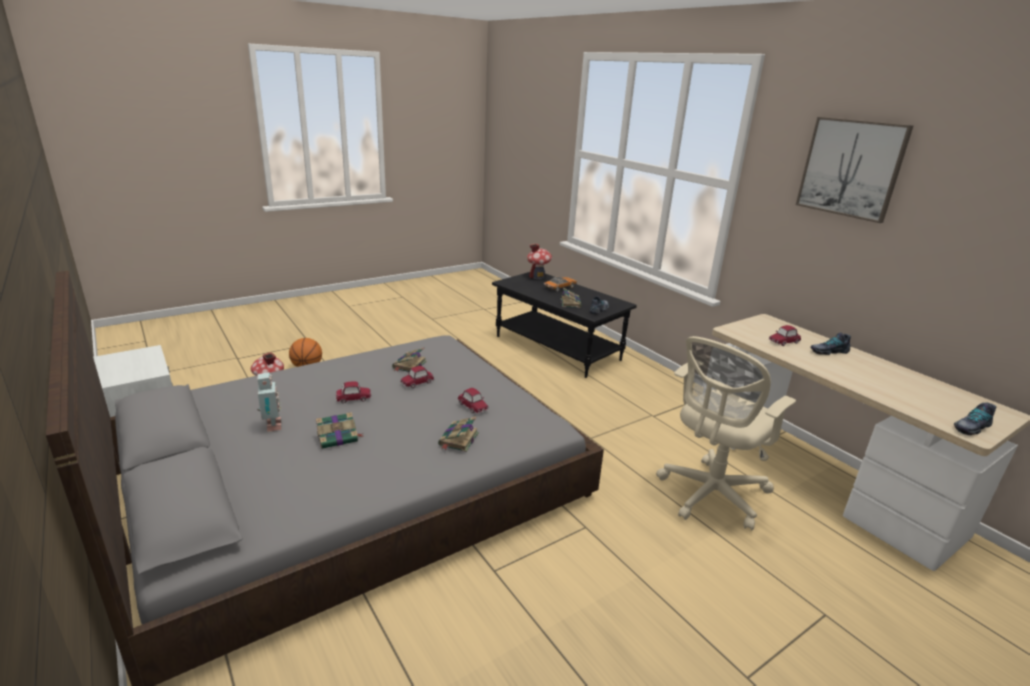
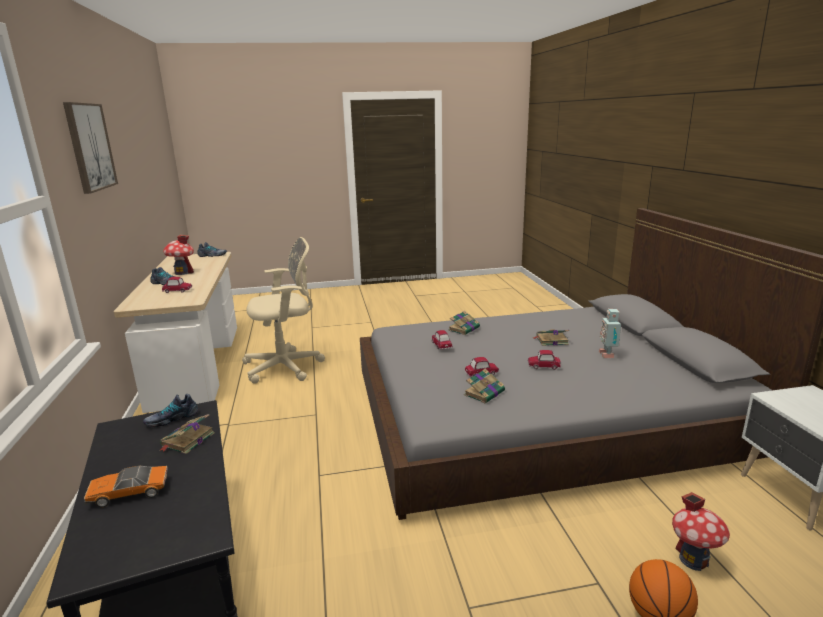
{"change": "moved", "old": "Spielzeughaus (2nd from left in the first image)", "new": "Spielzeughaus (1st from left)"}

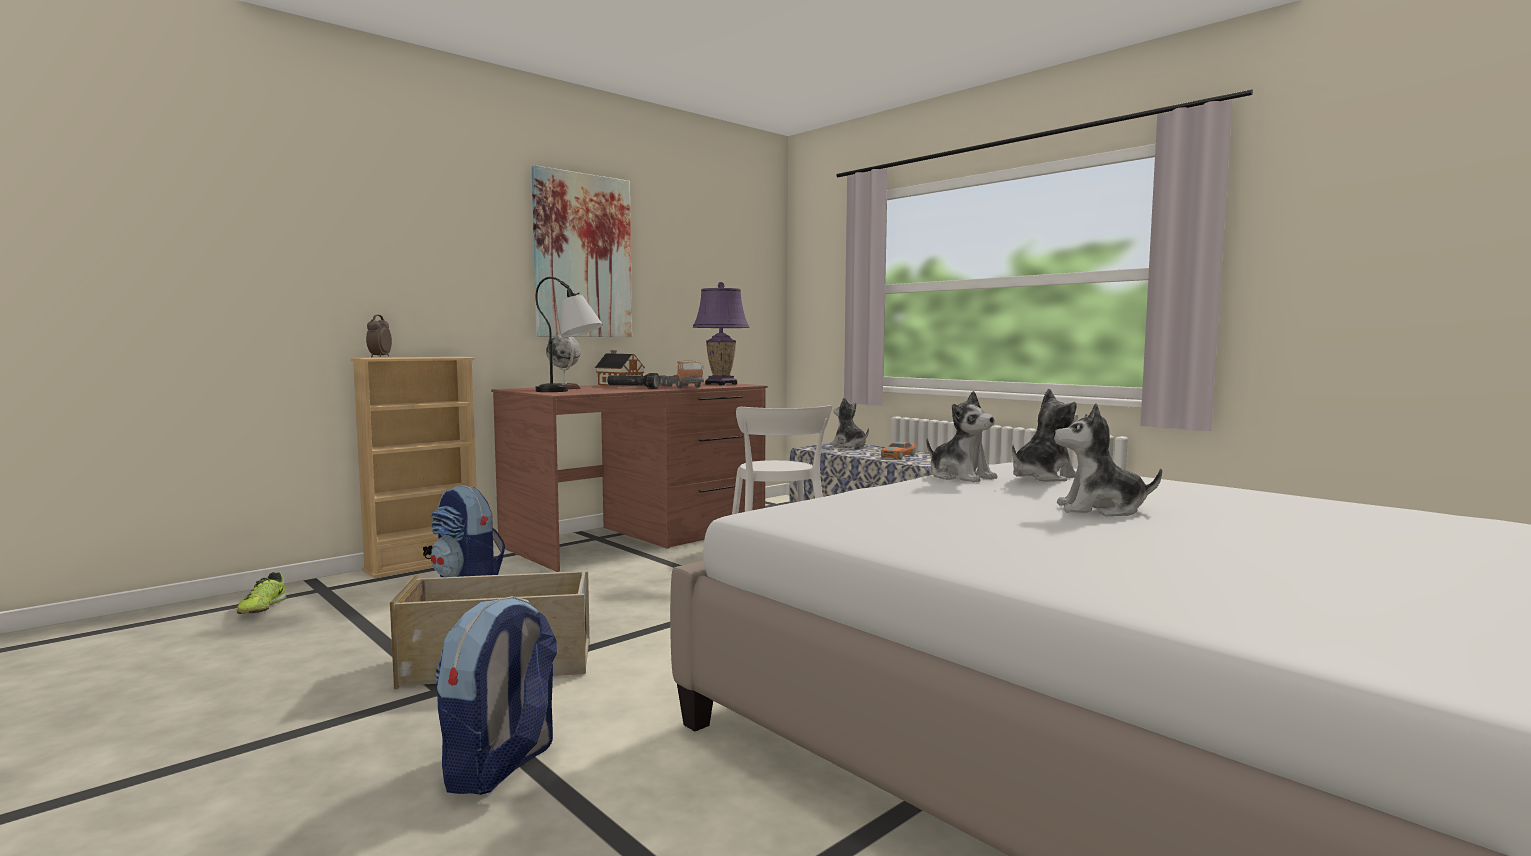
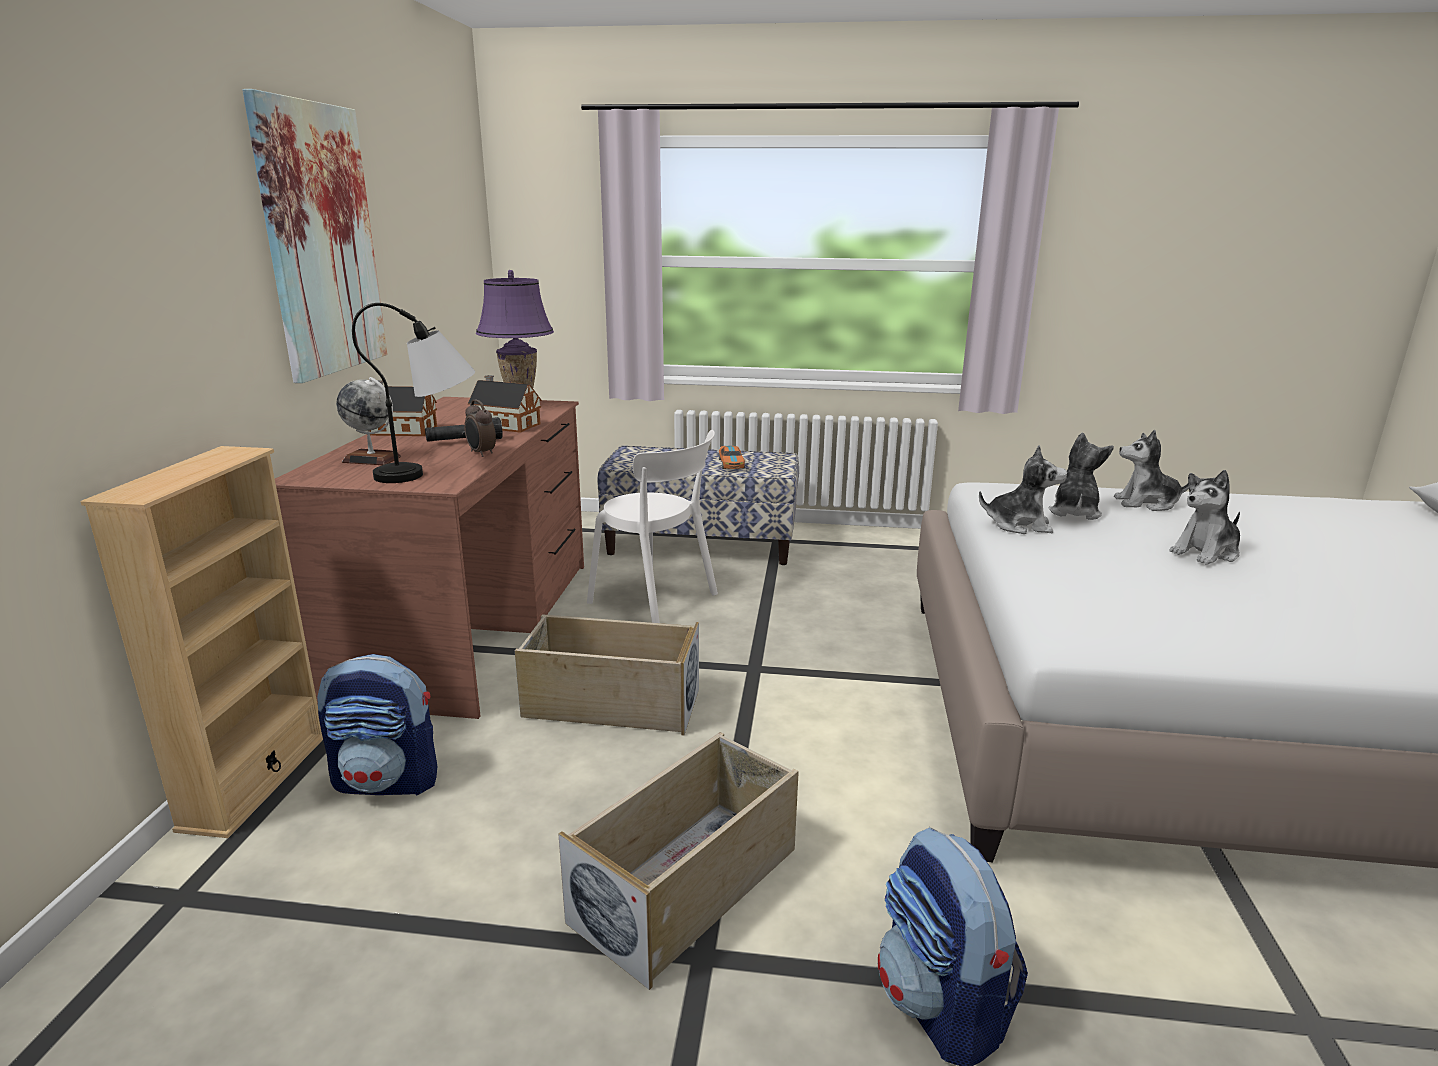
{"change": "moved", "old": "Wecker"}
{"change": "replaced", "old": "Spielzeuglaster", "new": "Spielzeughaus (2nd from left)"}
{"change": "added", "new": "Aufbewahrungsbox [beige] (1st from left)"}
{"change": "moved", "old": "Plüschtier (1st from left in the first image)", "new": "Plüschtier (3rd from left)"}
{"change": "removed", "old": "Schuh"}

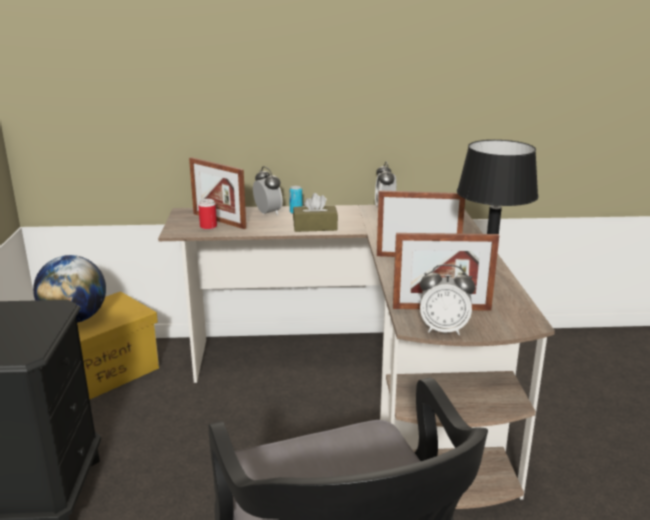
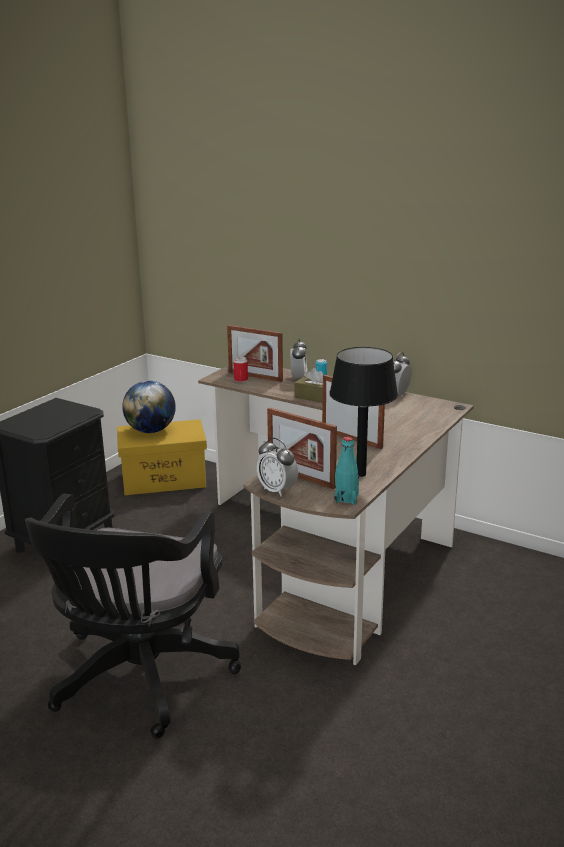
{"change": "turned", "old": "Bilderrahmen (1st from left)", "degrees": -45}
{"change": "added", "new": "Flasche [türkis]"}

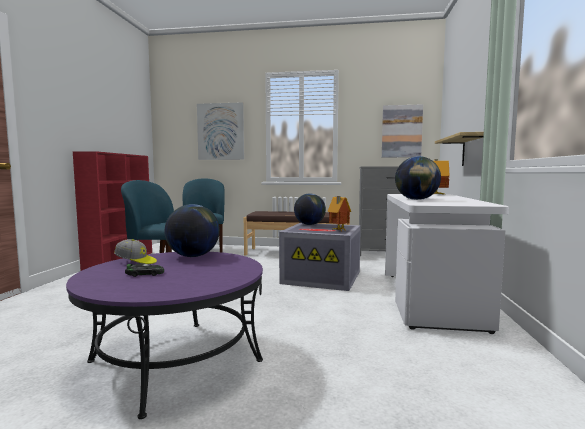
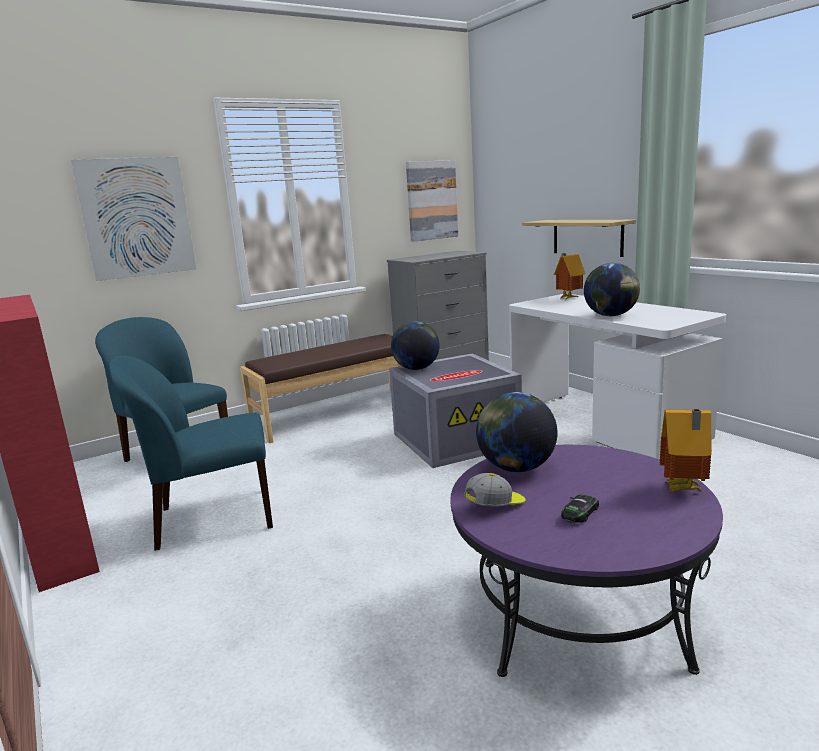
{"change": "moved", "old": "Spielzeughaus (1st from left in the first image)", "new": "Spielzeughaus (2nd from left)"}

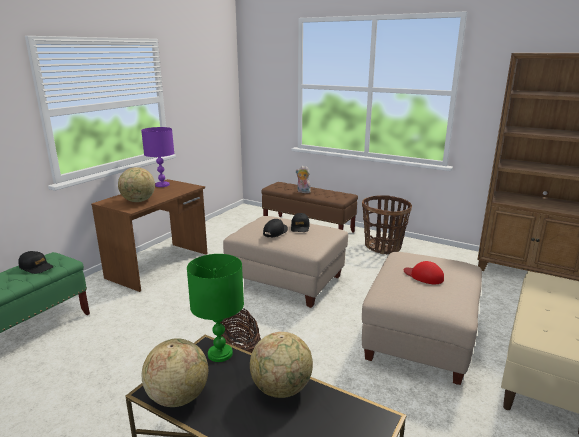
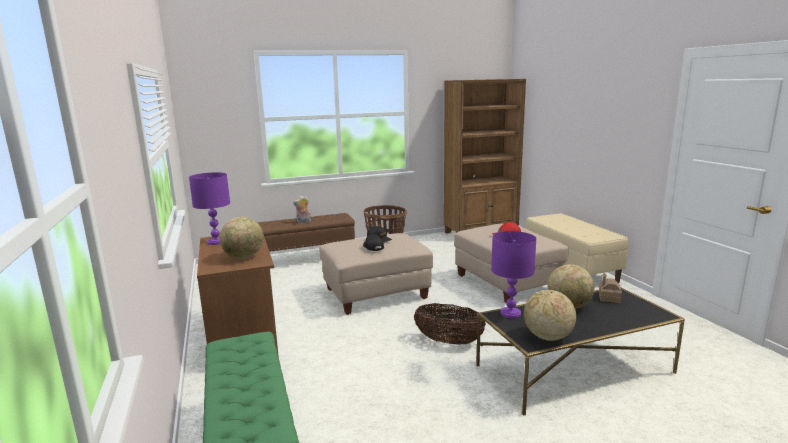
{"change": "recoloured", "old": "Tischlampe [grün]", "new": "Tischlampe [lila] (2nd from left)"}
{"change": "added", "new": "Spielzeughaus"}
{"change": "removed", "old": "Kappe [schwarz] (1st from left)"}

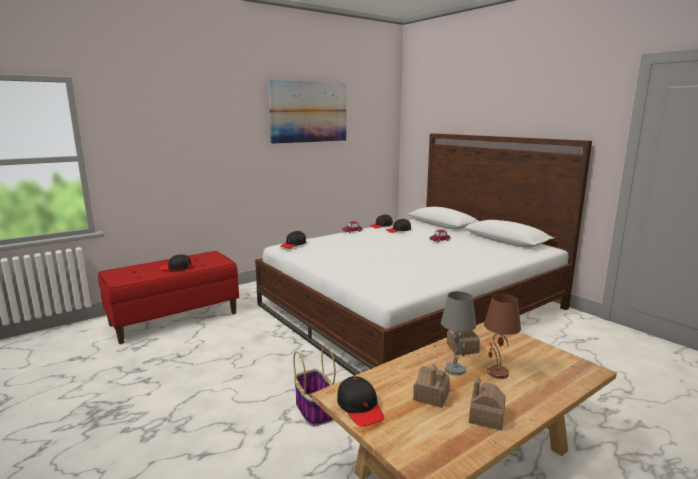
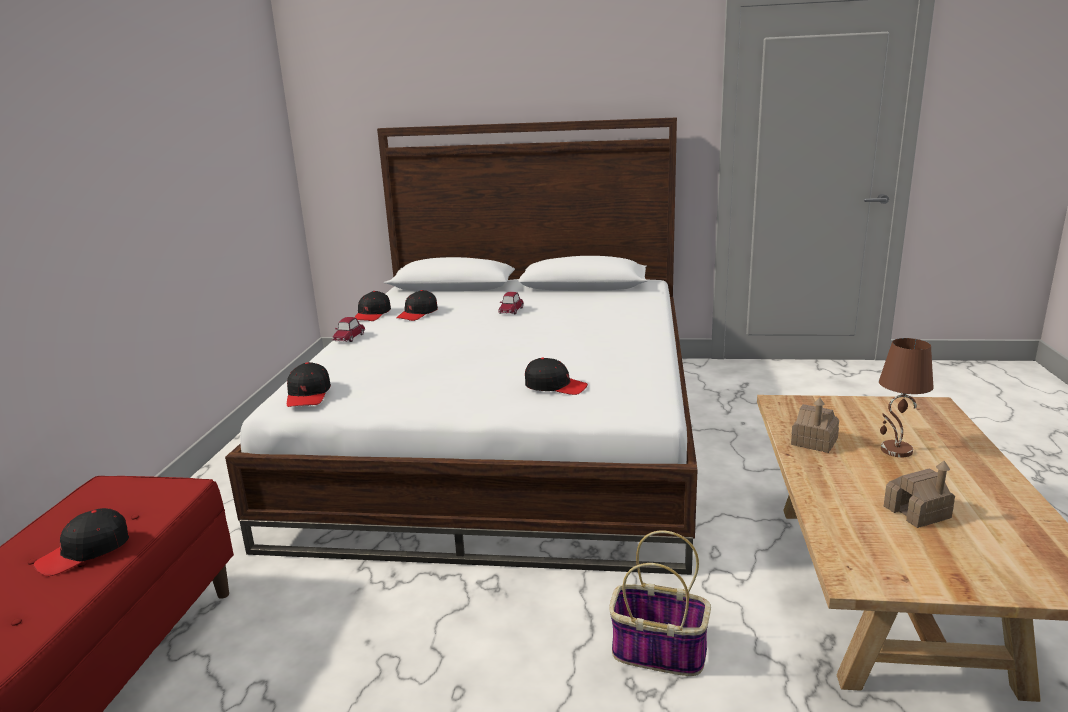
{"change": "moved", "old": "Kappe [schwarz] (3rd from left in the first image)", "new": "Kappe [schwarz] (5th from left)"}
{"change": "removed", "old": "Bild"}
{"change": "removed", "old": "Tischlampe [grau]"}
{"change": "removed", "old": "Spielzeughaus (3rd from left)"}

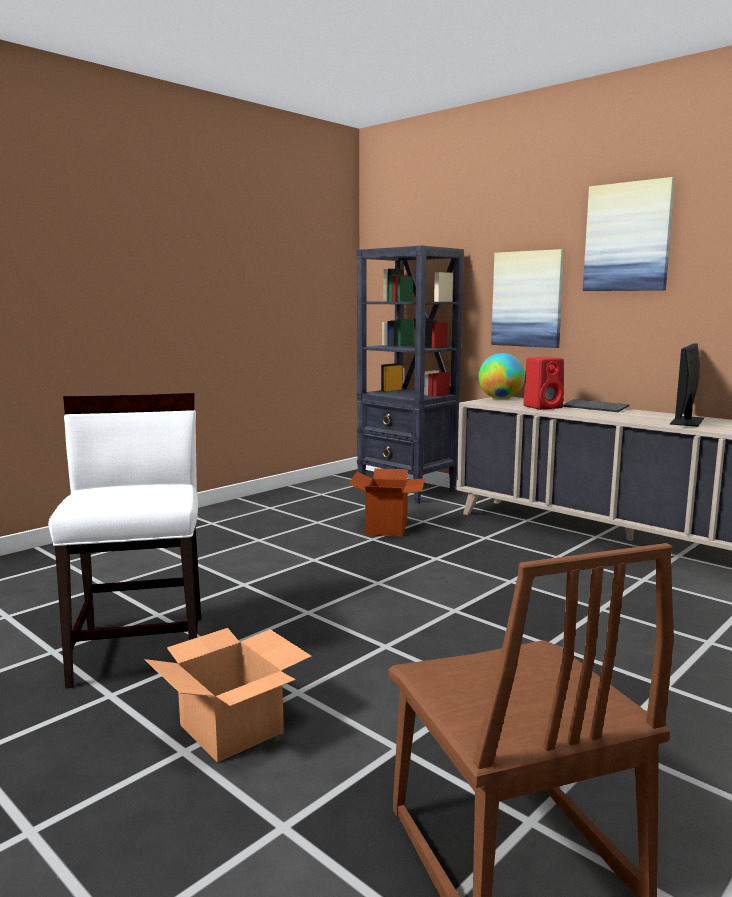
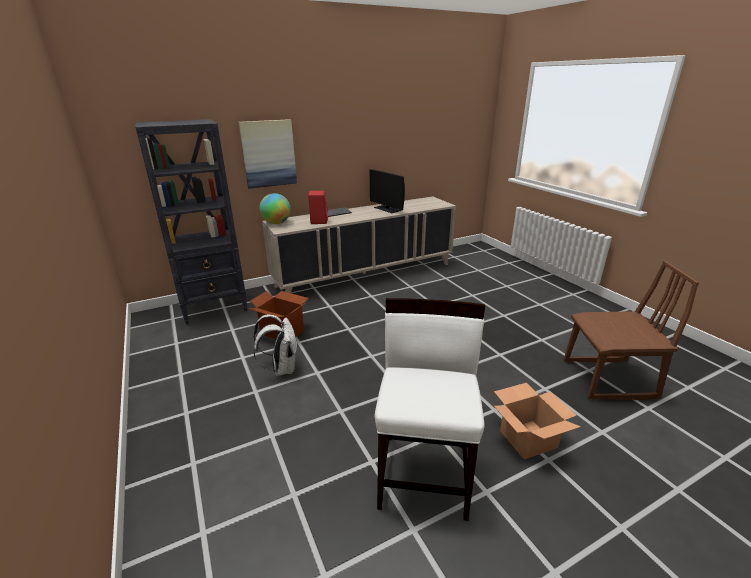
{"change": "added", "new": "Rucksack [weiß]"}
{"change": "turned", "old": "Stuhl [weiß]", "degrees": 90}
{"change": "removed", "old": "Bild (2nd from left)"}

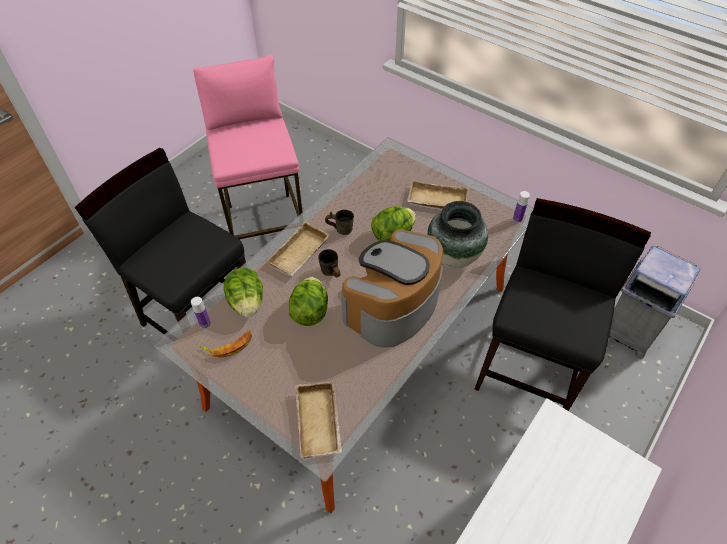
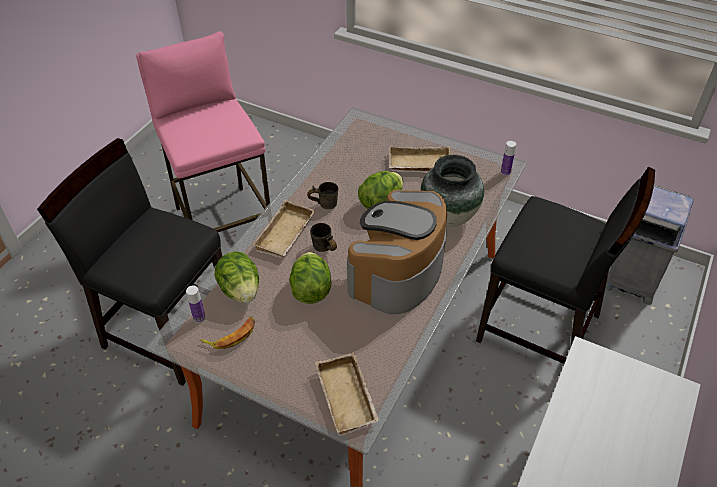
{"change": "turned", "old": "Stuhl [schwarz] (2nd from left)", "degrees": 105}

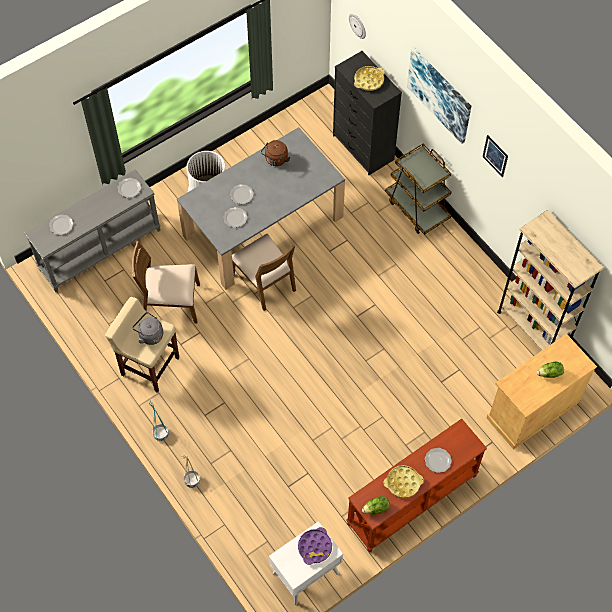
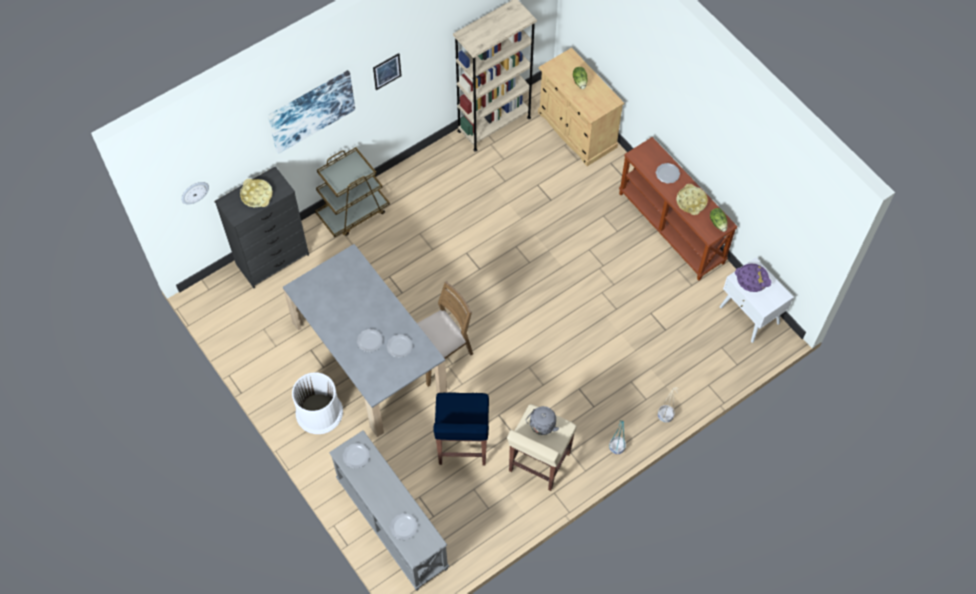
{"change": "replaced", "old": "Stuhl [braun] (1st from left)", "new": "Hocker [blau]"}
{"change": "removed", "old": "Wasserkessel [braun]"}

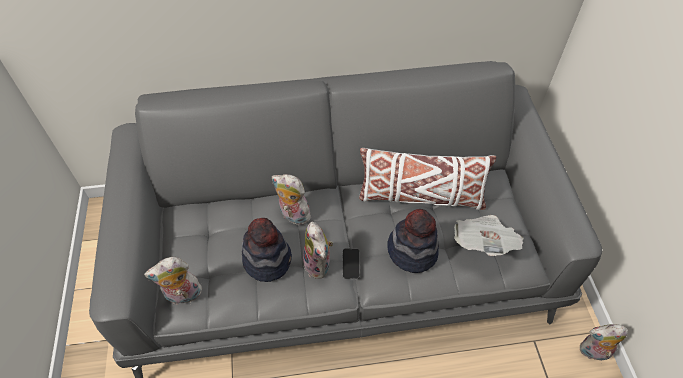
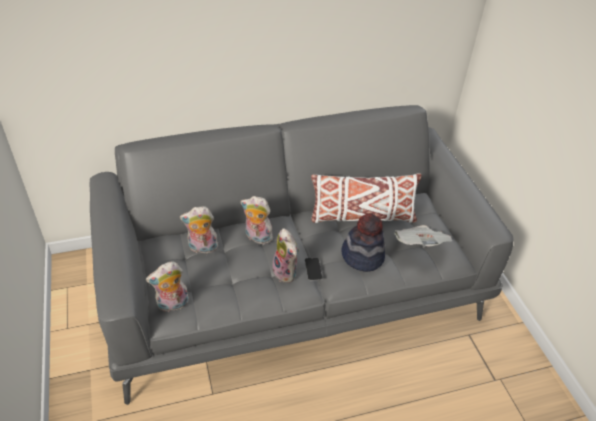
{"change": "moved", "old": "Plüschtier (4th from left in the first image)", "new": "Plüschtier (2nd from left)"}
{"change": "removed", "old": "Hut (1st from left)"}

